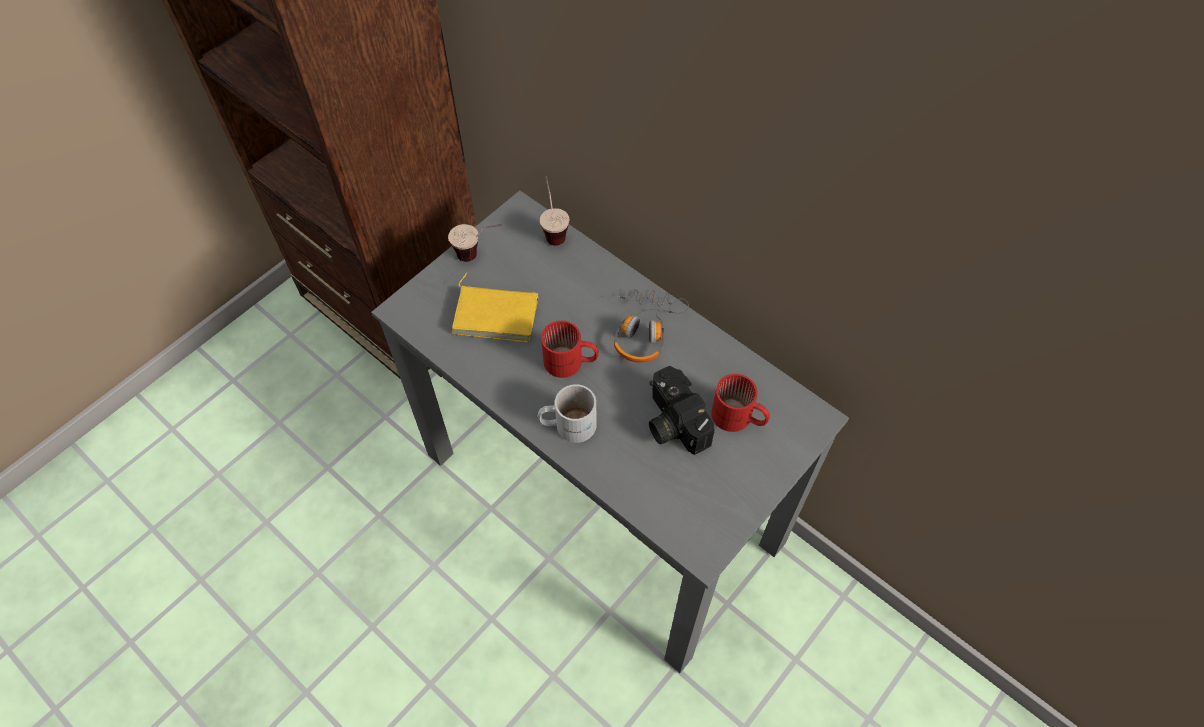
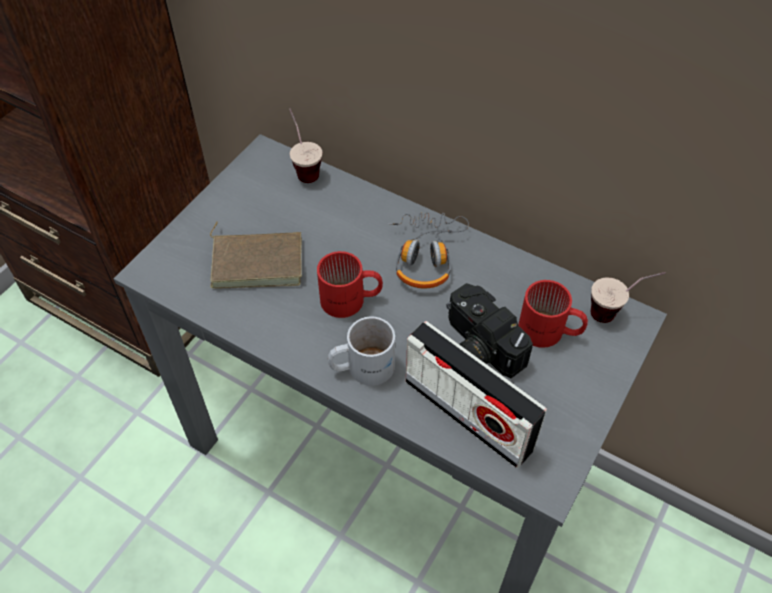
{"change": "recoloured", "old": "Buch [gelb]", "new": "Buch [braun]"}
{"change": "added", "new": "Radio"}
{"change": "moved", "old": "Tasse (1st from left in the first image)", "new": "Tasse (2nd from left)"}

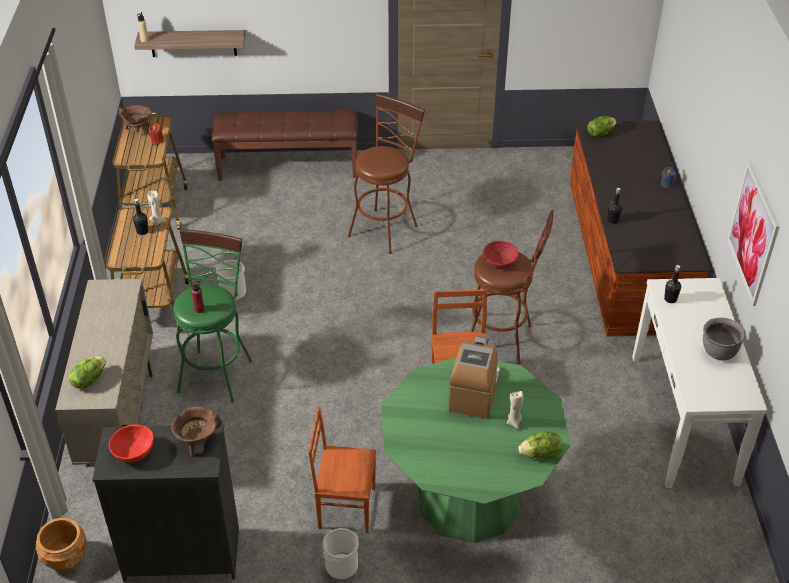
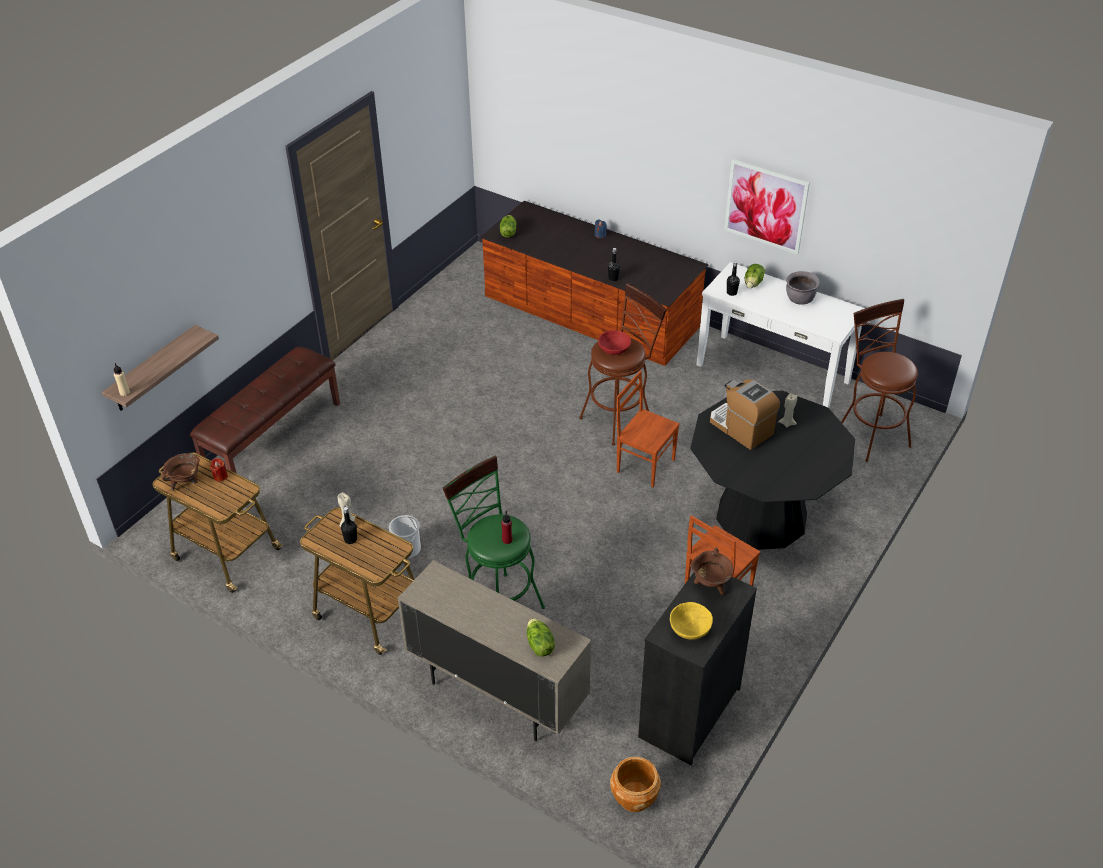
{"change": "recoloured", "old": "Schüssel [rot] (1st from left)", "new": "Schüssel [gelb]"}
{"change": "recoloured", "old": "Esstisch [grün]", "new": "Esstisch [schwarz]"}
{"change": "moved", "old": "Salatkopf (2nd from left in the first image)", "new": "Salatkopf (3rd from left)"}
{"change": "moved", "old": "Hocker [braun] (1st from left in the first image)", "new": "Hocker [braun] (2nd from left)"}
{"change": "removed", "old": "Eimer (2nd from left)"}

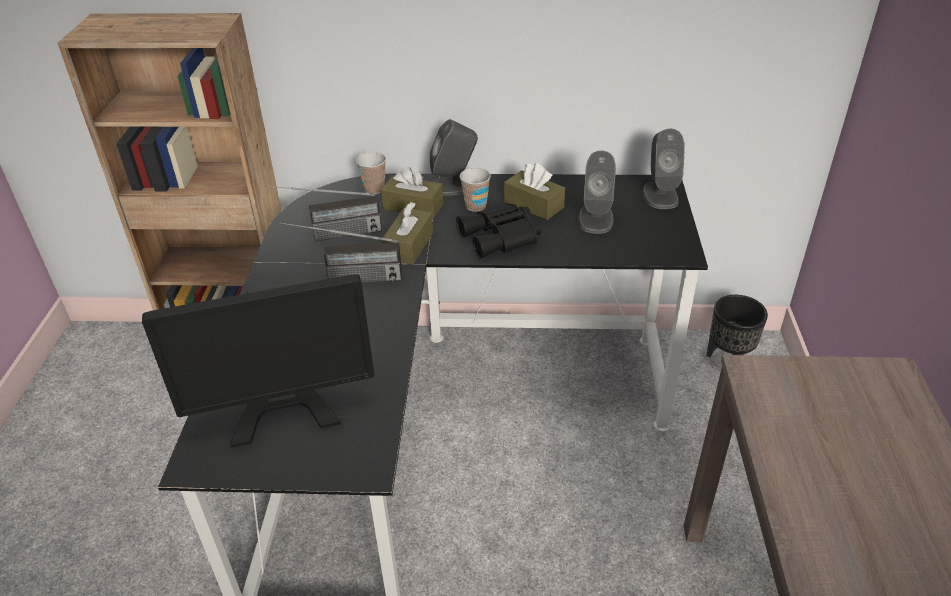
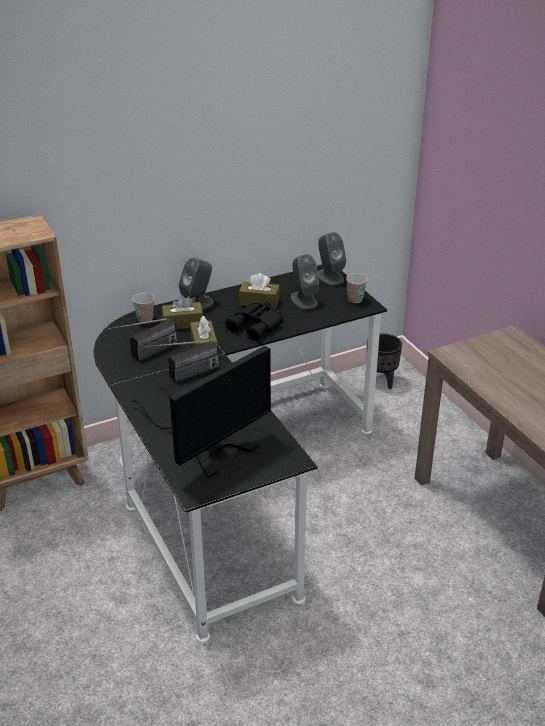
{"change": "moved", "old": "Tasse (2nd from left)"}

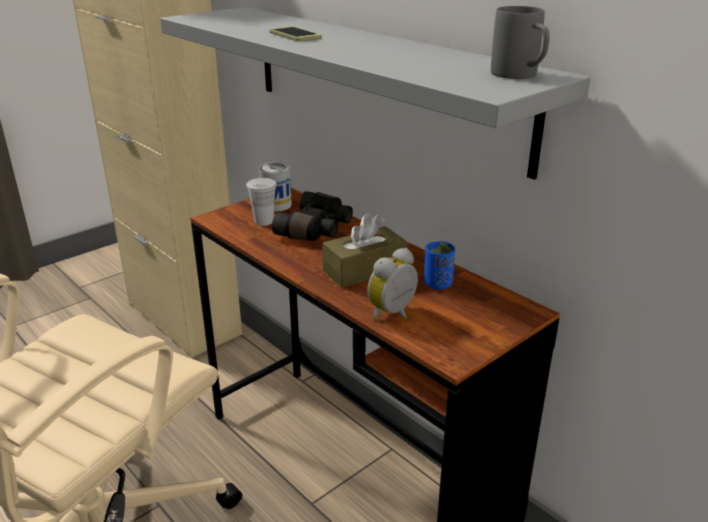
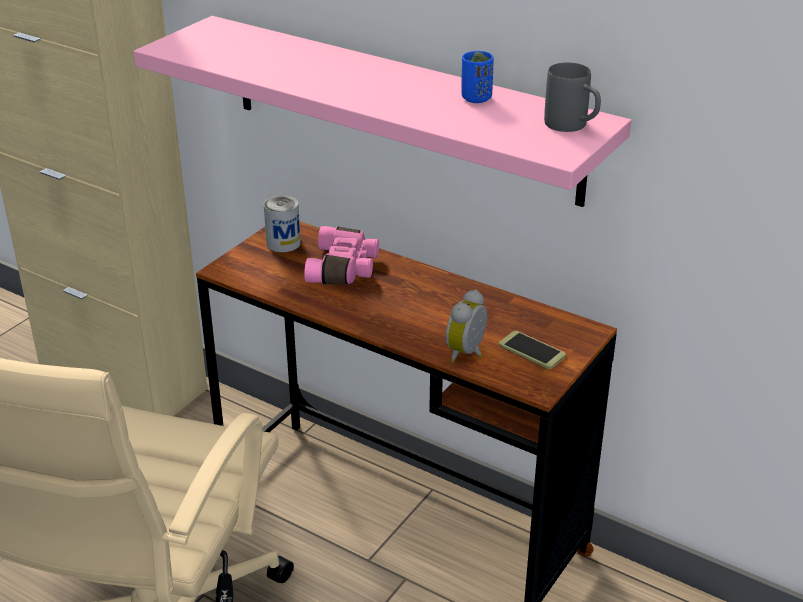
{"change": "recoloured", "old": "Wandregal [grau]", "new": "Wandregal [rosa]"}
{"change": "recoloured", "old": "Fernglas [schwarz]", "new": "Fernglas [rosa]"}
{"change": "moved", "old": "Tasse [blau]"}
{"change": "moved", "old": "Handy"}
{"change": "removed", "old": "Tasse [weiß]"}
{"change": "removed", "old": "Taschentuchbox [braun]"}

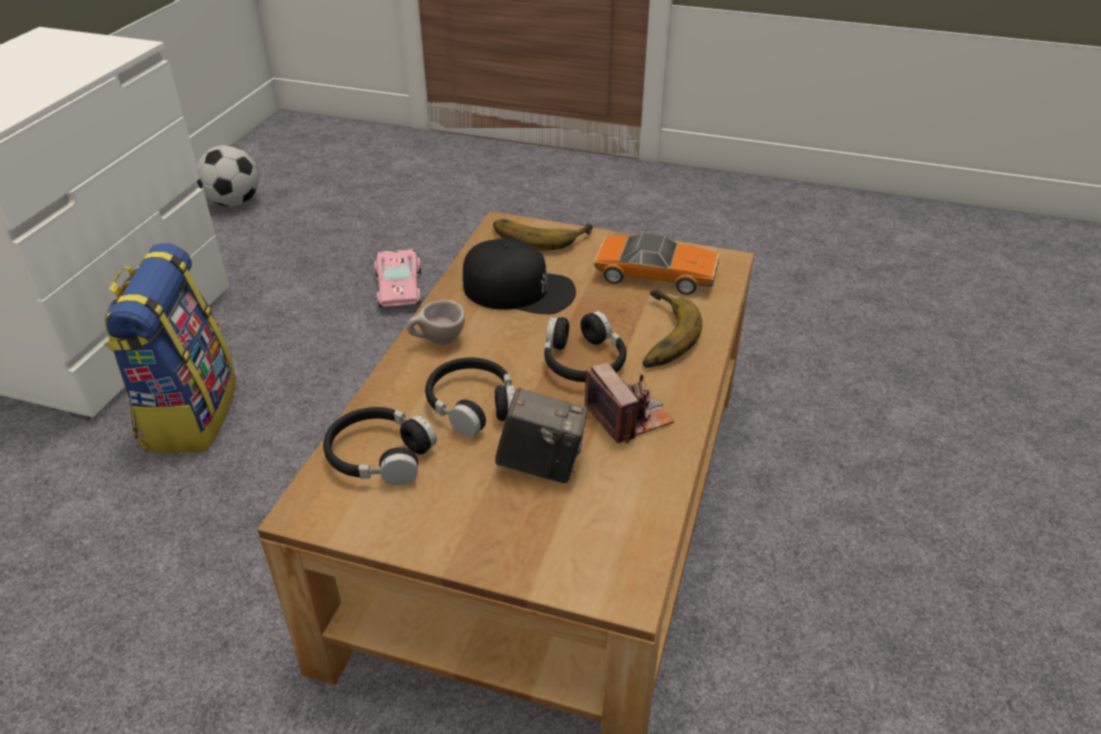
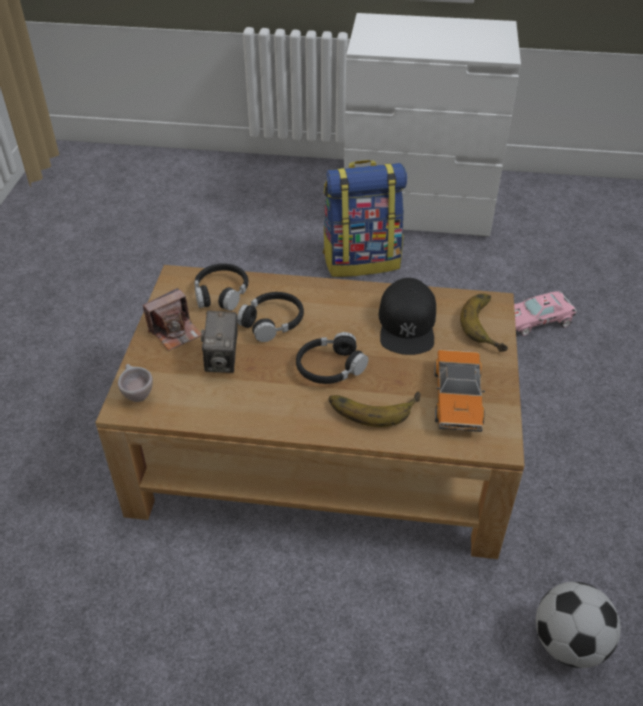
{"change": "moved", "old": "Tasse [beige]"}
{"change": "moved", "old": "Kamera (2nd from left in the first image)", "new": "Kamera (1st from left)"}
{"change": "moved", "old": "Fußball"}

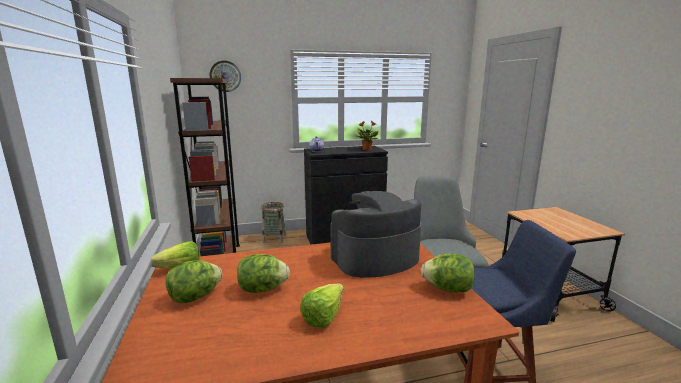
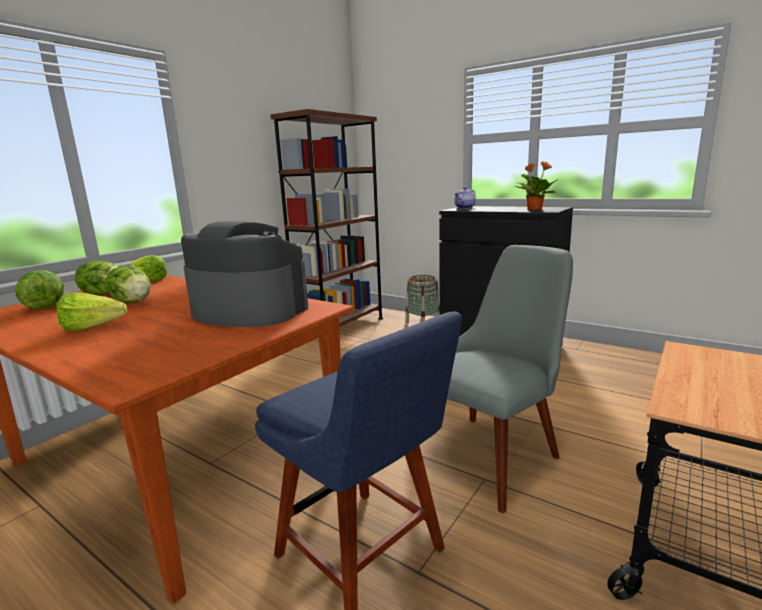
{"change": "moved", "old": "Salatkopf (5th from left in the first image)", "new": "Salatkopf (1st from left)"}
{"change": "removed", "old": "Wanduhr"}

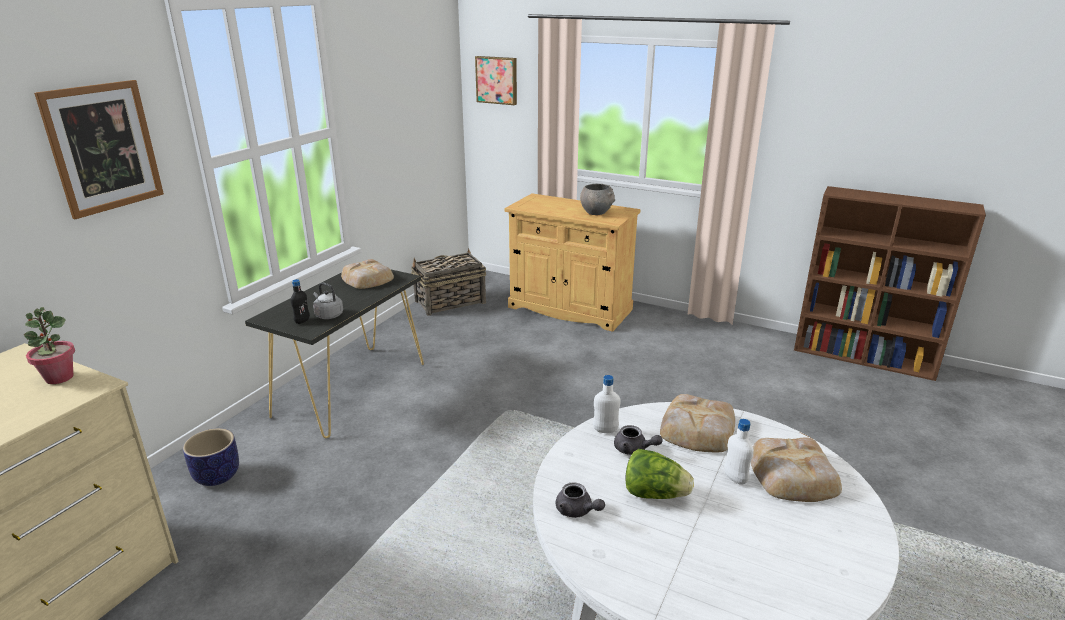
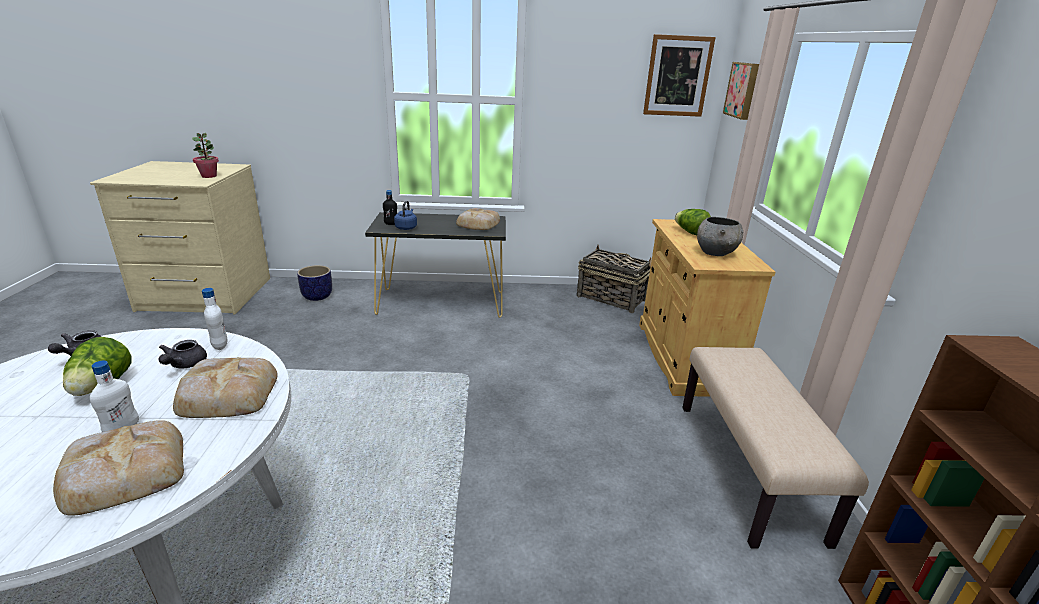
{"change": "recoloured", "old": "Wasserkessel [grau]", "new": "Wasserkessel [blau]"}
{"change": "moved", "old": "Bild (1st from left)"}
{"change": "added", "new": "Salatkopf (2nd from left)"}
{"change": "added", "new": "Bank [beige]"}

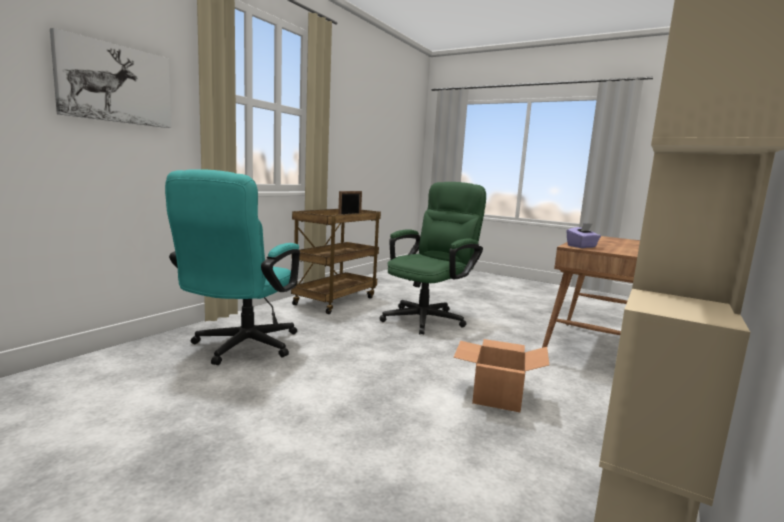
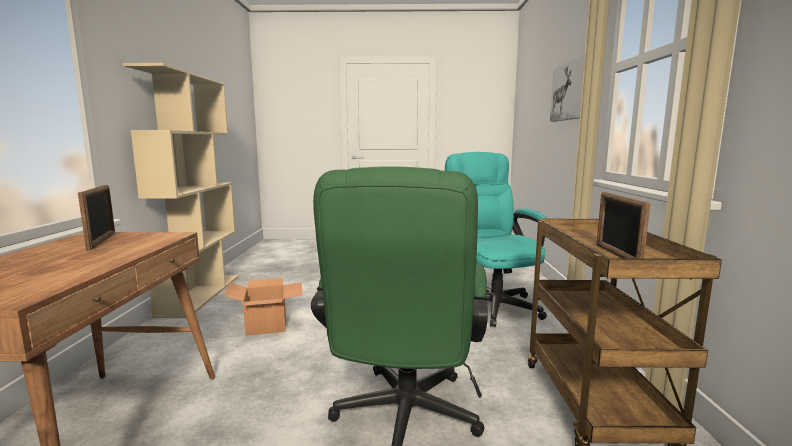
{"change": "added", "new": "Bilderrahmen (1st from left)"}
{"change": "removed", "old": "Taschentuchbox [lila]"}

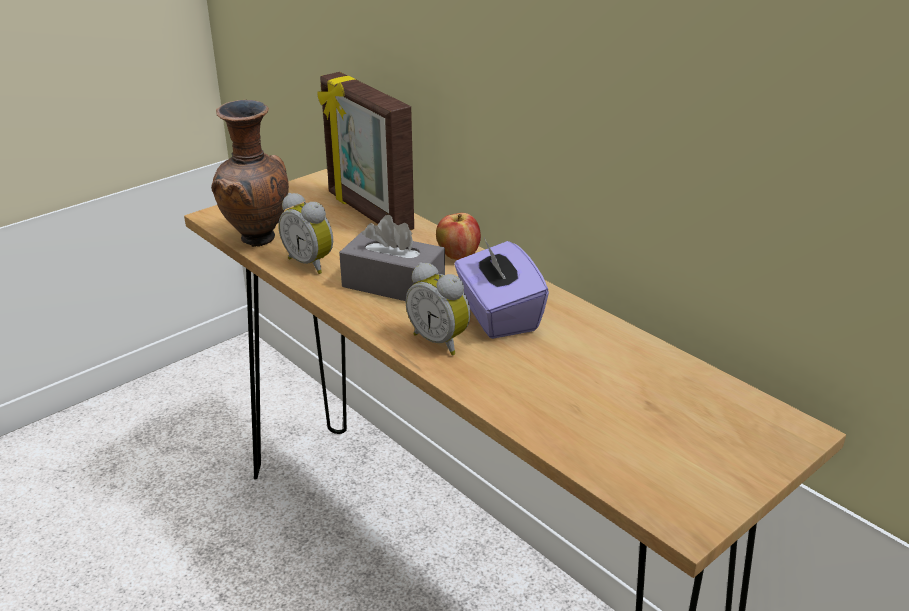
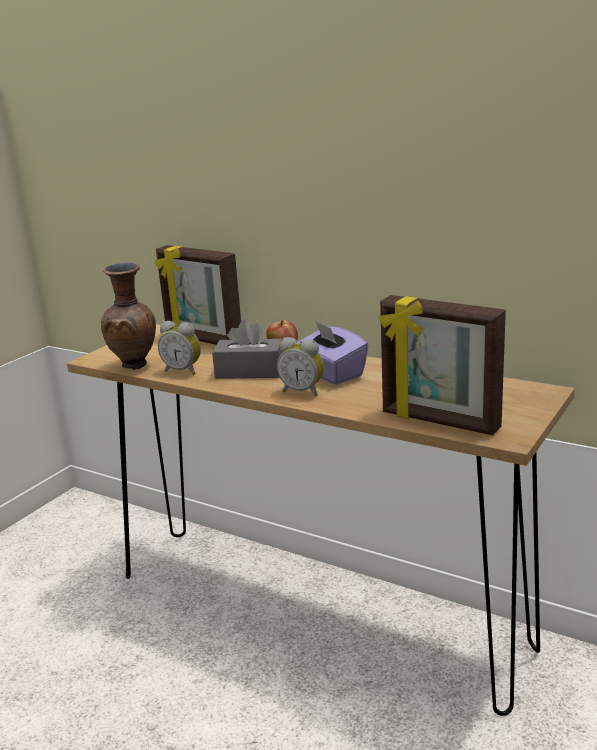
{"change": "added", "new": "Bilderrahmen (2nd from left)"}

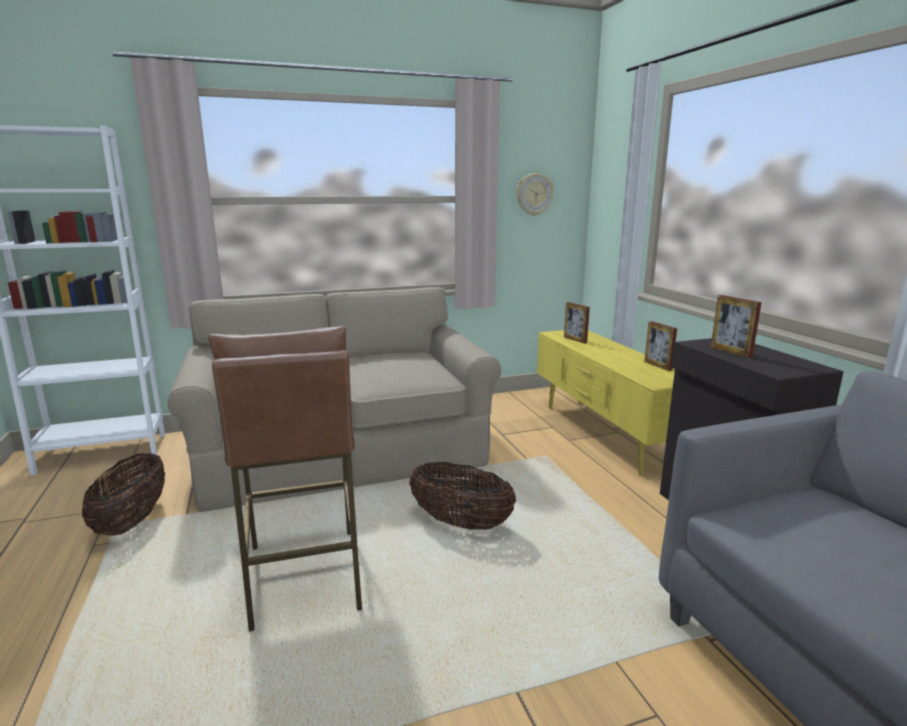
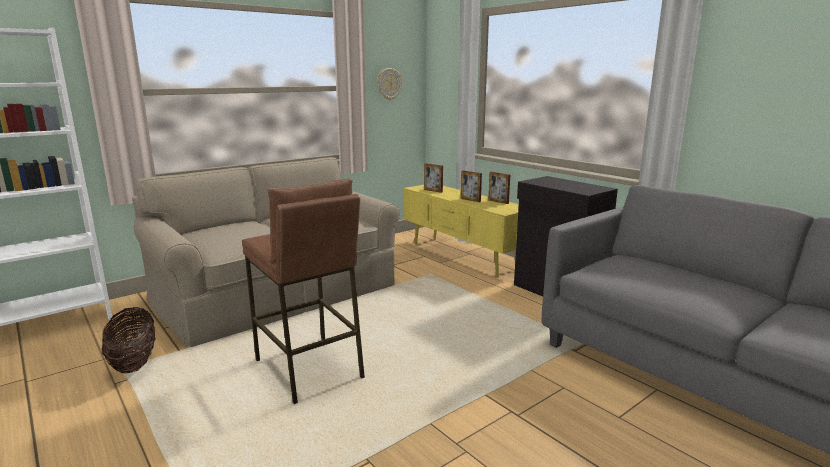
{"change": "moved", "old": "Bilderrahmen (3rd from left in the first image)", "new": "Bilderrahmen (2nd from left)"}
{"change": "removed", "old": "Korb (2nd from left)"}

